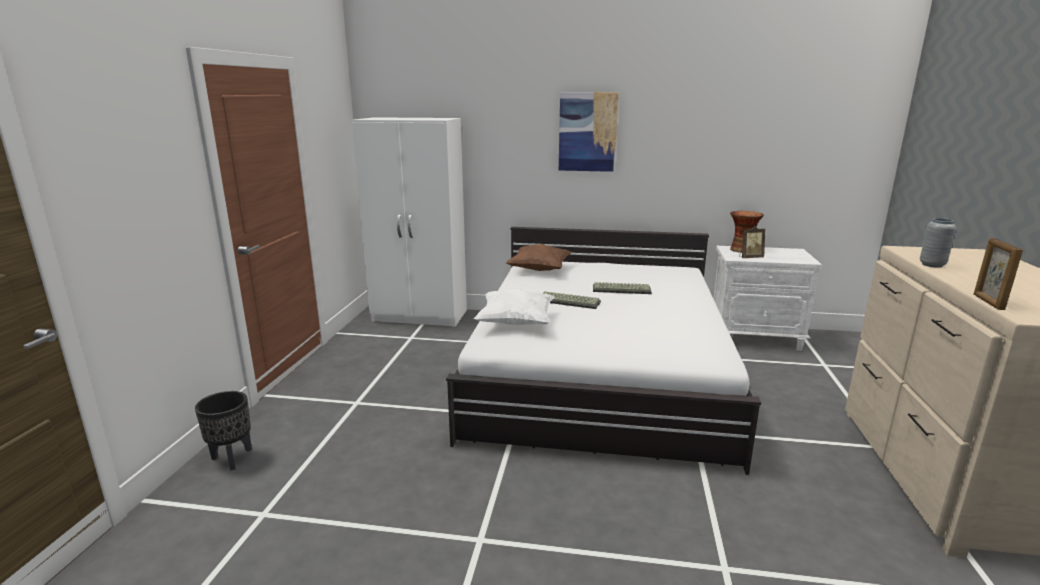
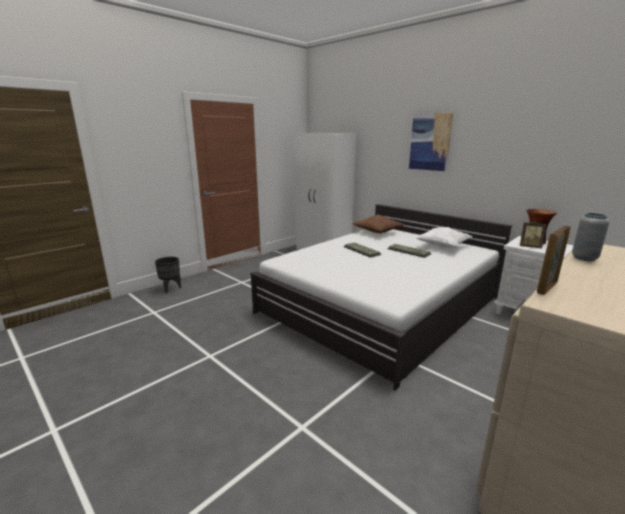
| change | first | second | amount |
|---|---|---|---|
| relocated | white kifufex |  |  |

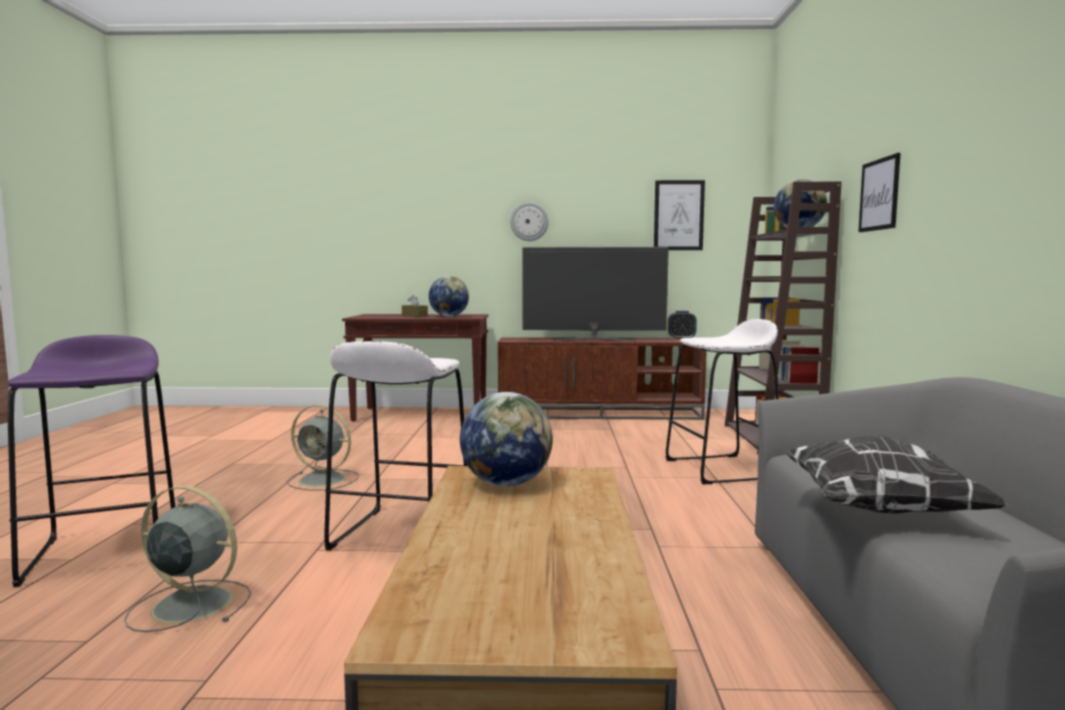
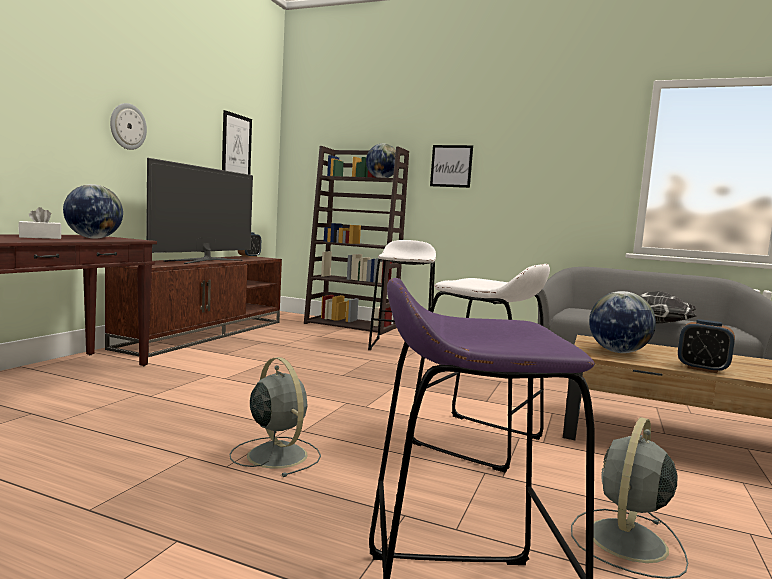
| change | first | second | amount |
|---|---|---|---|
| colour | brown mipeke | white mipeke |  |
| spun | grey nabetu (no. 2 from left in the first image) | grey nabetu (no. 1 from left) | 75 degrees counterclockwise |
| appeared |  | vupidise (no. 2 from left) |  |

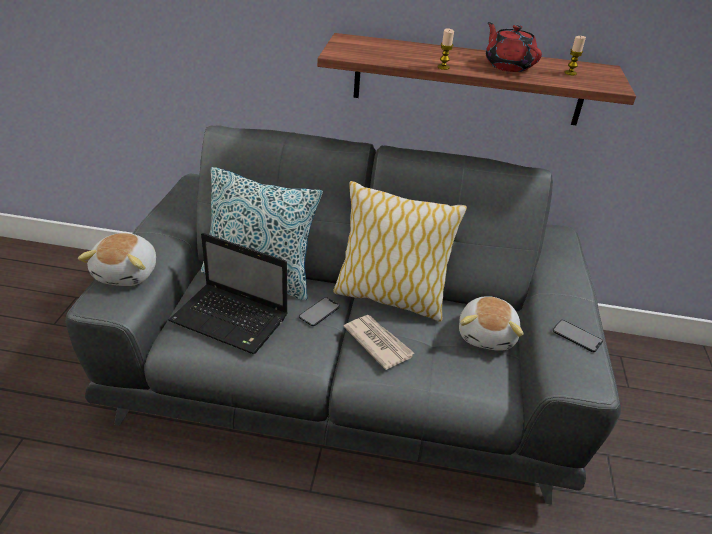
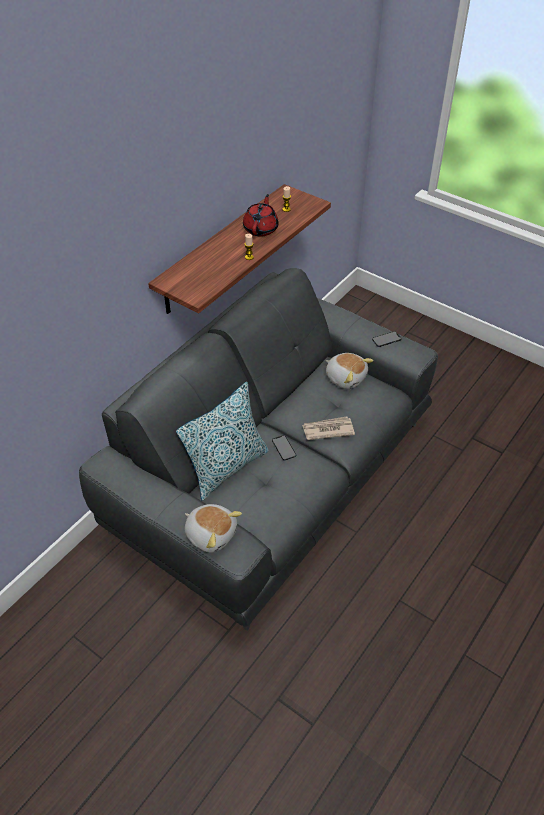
| change | first | second | amount |
|---|---|---|---|
| spun | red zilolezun |  | 105 degrees clockwise |
| missing | kifufex (no. 2 from left) |  |  |
| missing | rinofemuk |  |  |

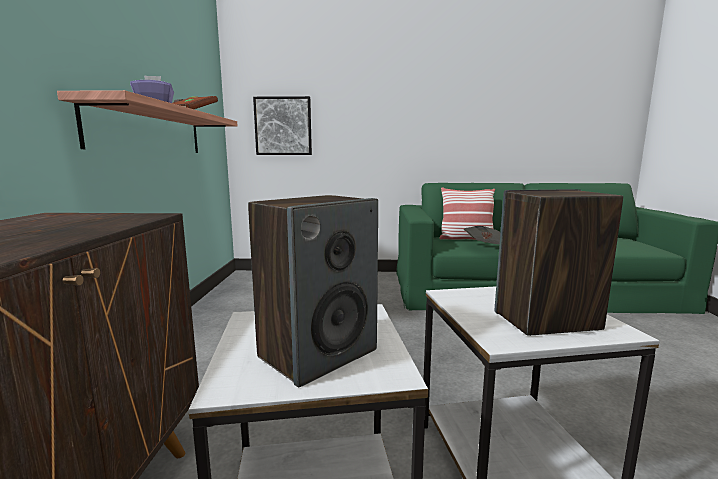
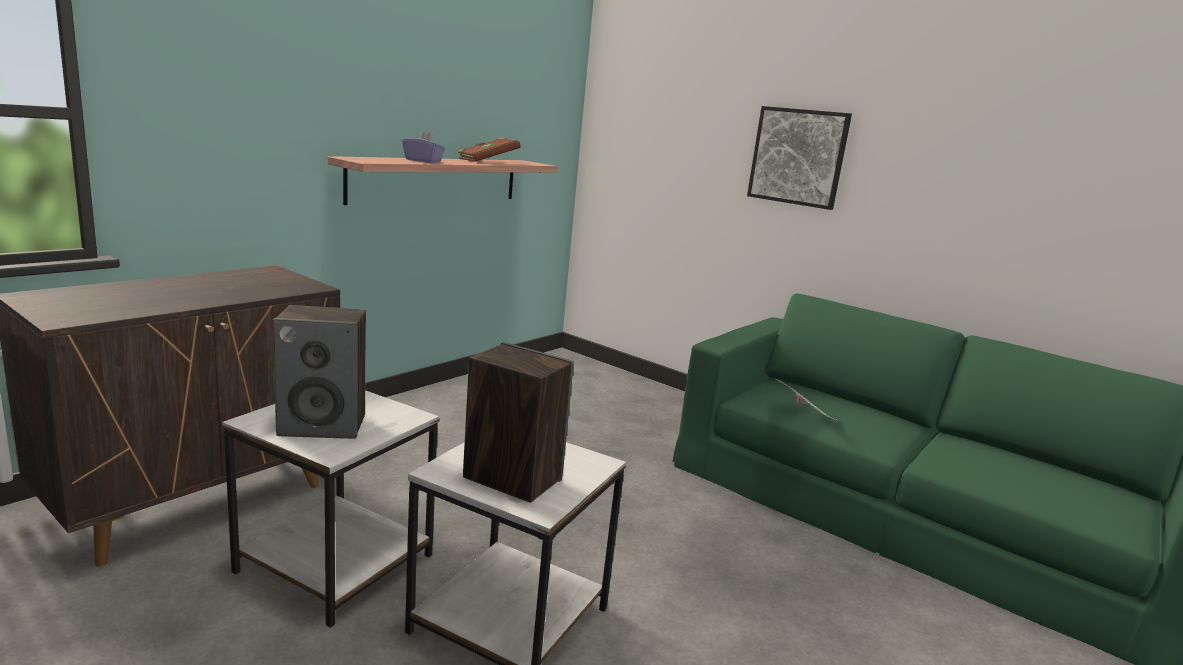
| change | first | second | amount |
|---|---|---|---|
| relocated | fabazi |  |  |
| missing | kifufex |  |  |

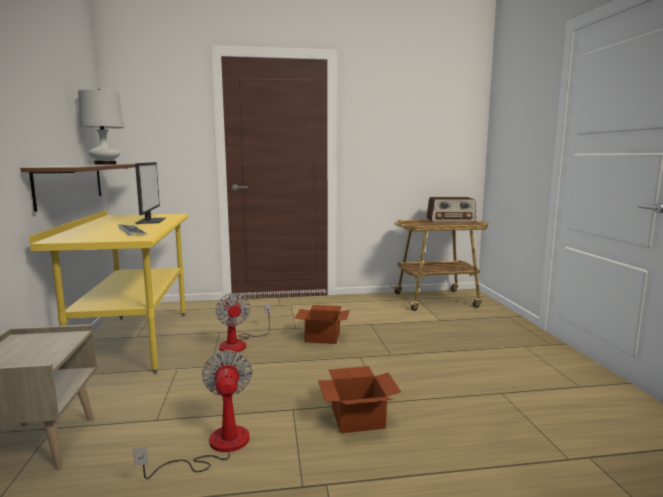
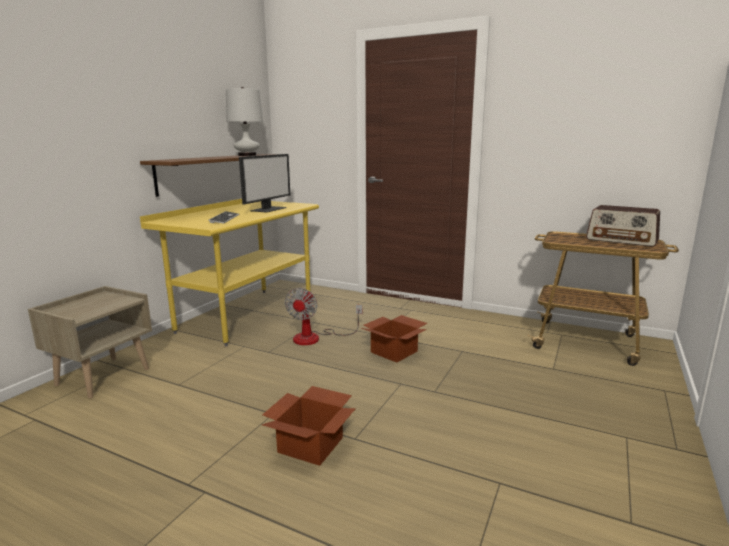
| change | first | second | amount |
|---|---|---|---|
| missing | nabetu (no. 1 from left) |  |  |

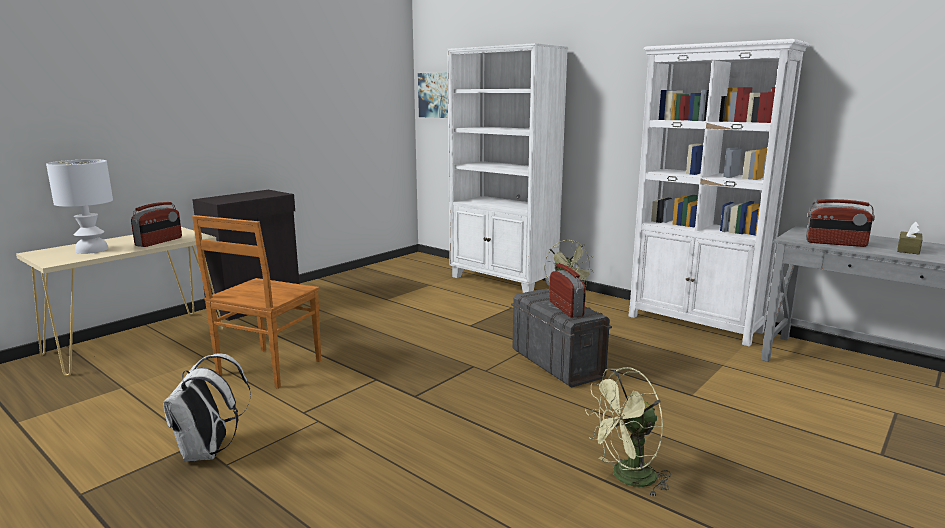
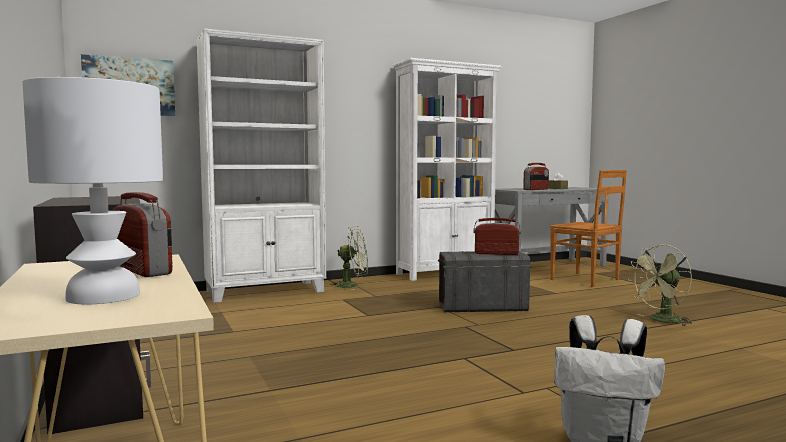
| change | first | second | amount |
|---|---|---|---|
| relocated | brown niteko |  |  |
| spun | green nabetu (no. 2 from left) |  | 60 degrees clockwise |

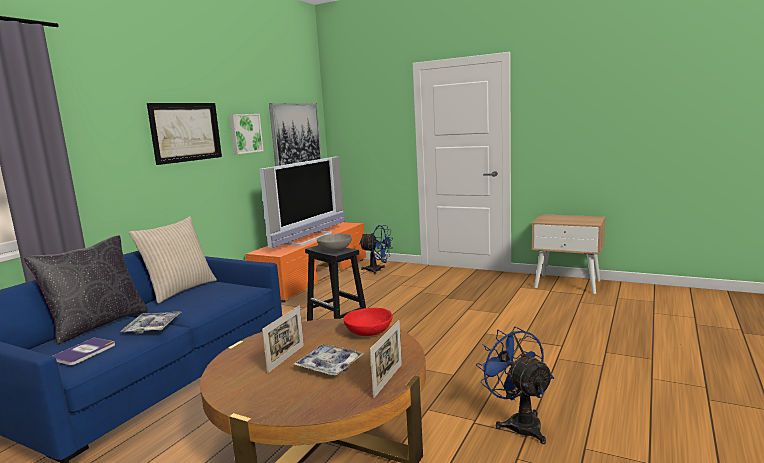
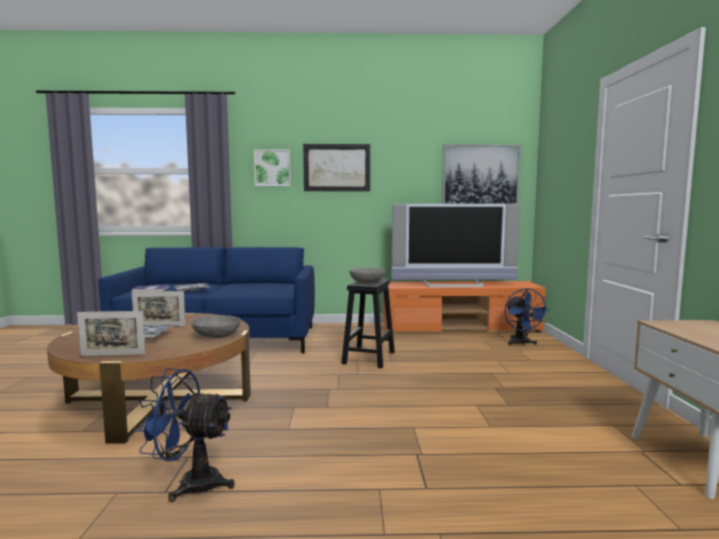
| change | first | second | amount |
|---|---|---|---|
| relocated | fabazi (no. 2 from left in the first image) | fabazi (no. 1 from left) |  |
| missing | beige kifufex |  |  |
| missing | black kifufex |  |  |
| colour | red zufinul | grey zufinul (no. 1 from left) |  |
| spun | blue nabetu (no. 2 from left in the first image) | blue nabetu (no. 1 from left) | 120 degrees counterclockwise |

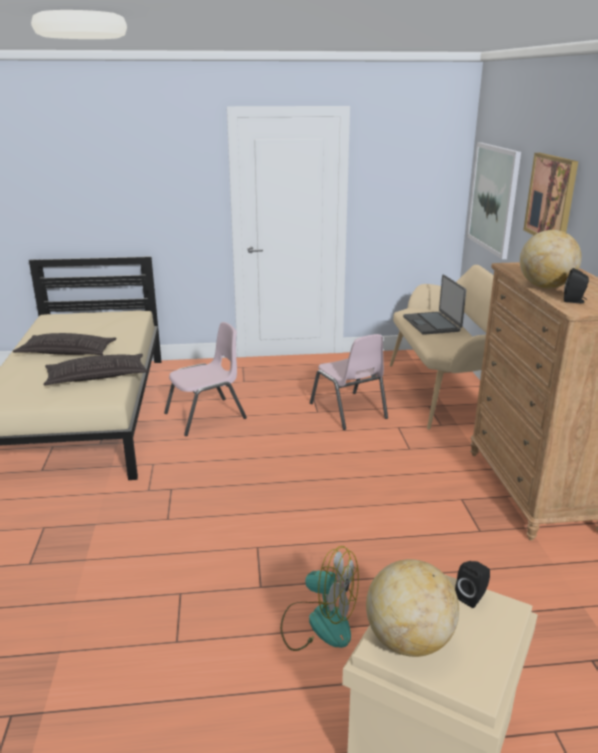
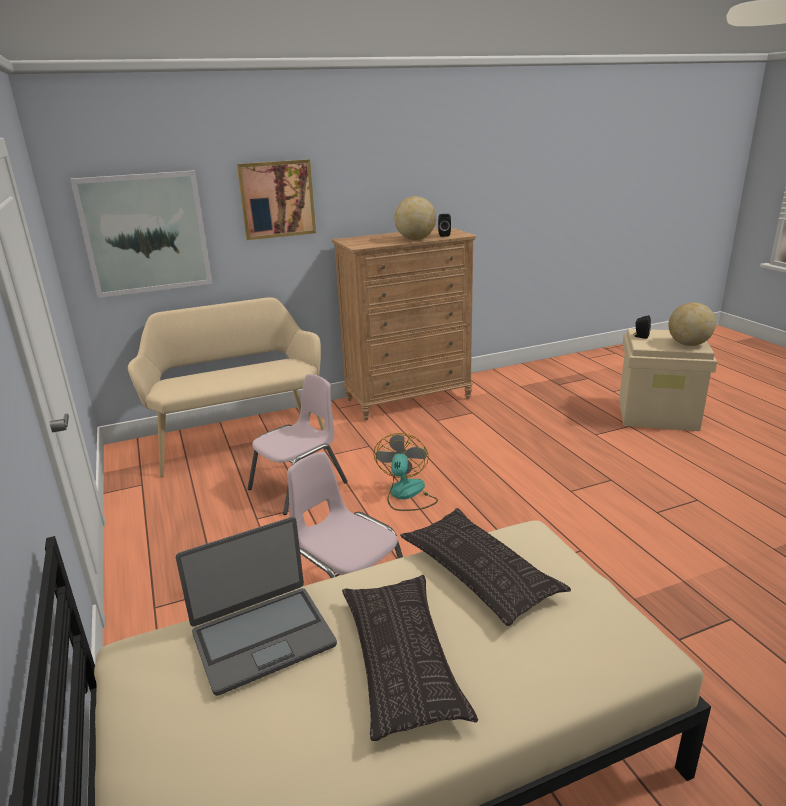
| change | first | second | amount |
|---|---|---|---|
| relocated | rinofemuk |  |  |
| relocated | nabetu |  |  |

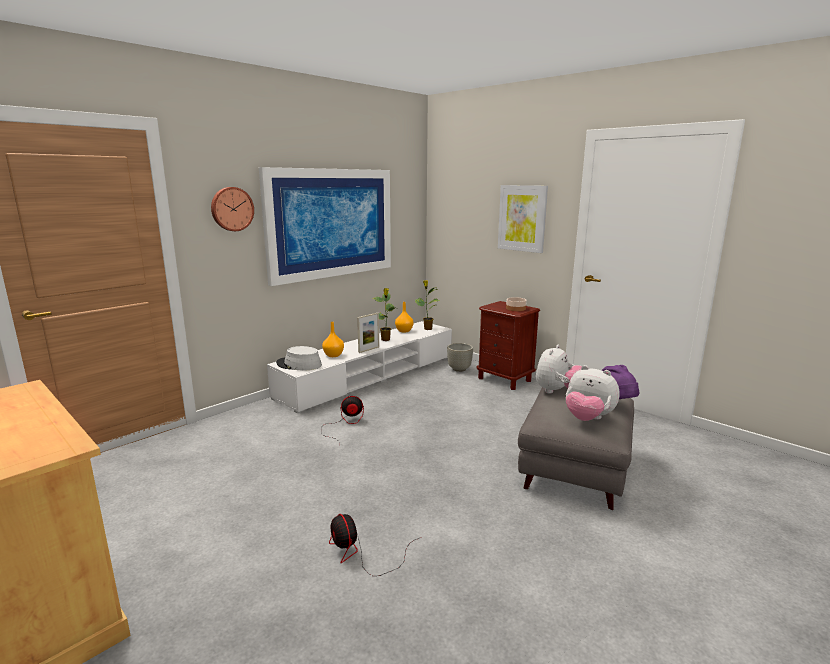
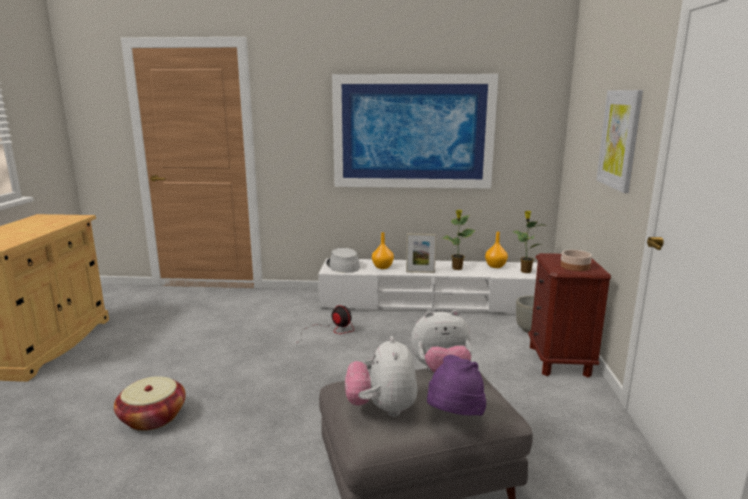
| change | first | second | amount |
|---|---|---|---|
| missing | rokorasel |  |  |
| exchanged | nabetu (no. 2 from left) | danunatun |  |

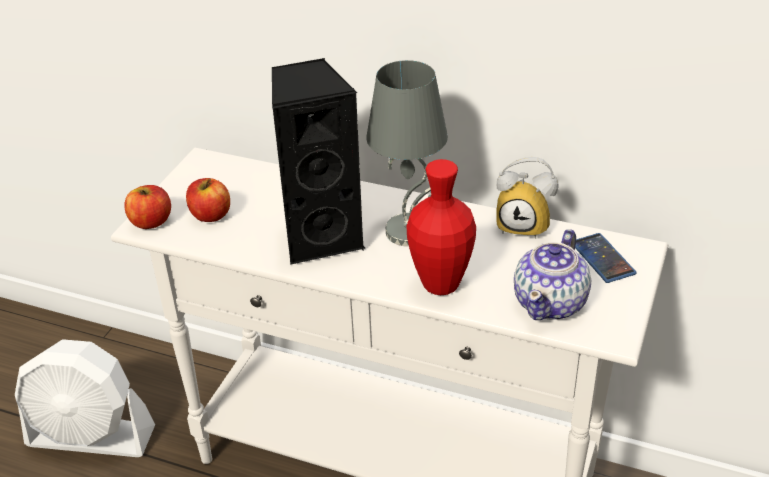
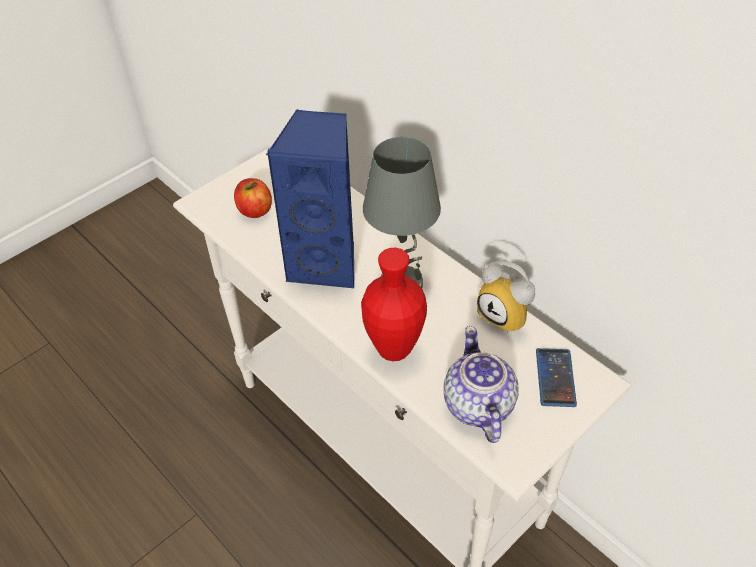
| change | first | second | amount |
|---|---|---|---|
| colour | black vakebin | blue vakebin |  |
| missing | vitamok (no. 1 from left) |  |  |
| spun | zilolezun |  | 120 degrees clockwise |
| missing | white nabetu |  |  |

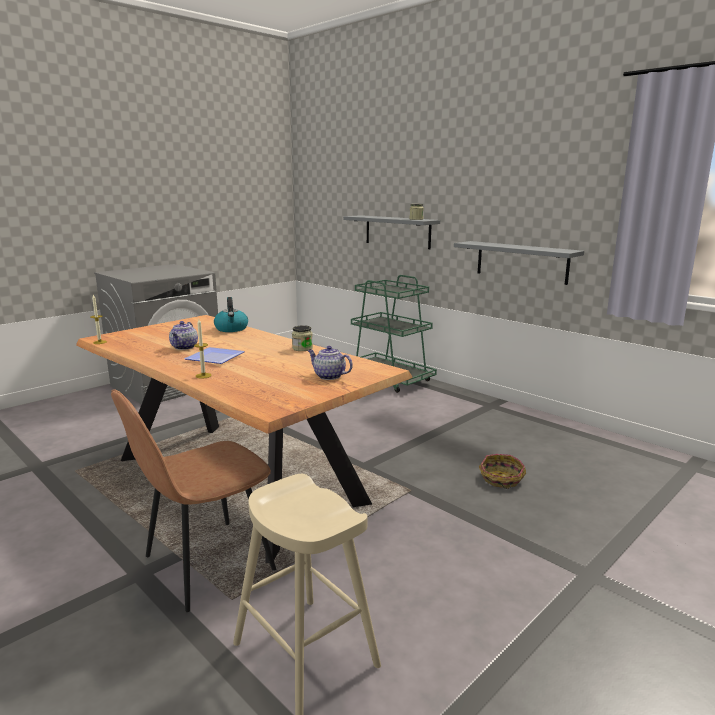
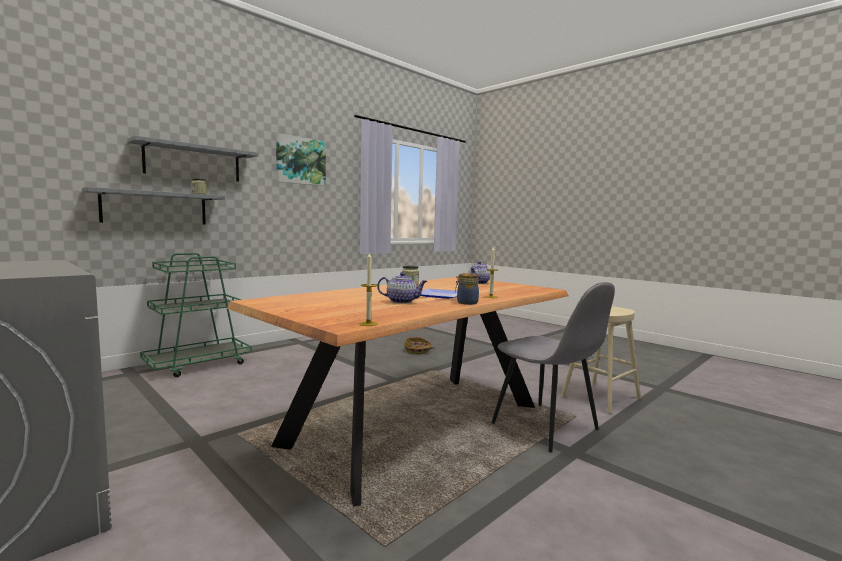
| change | first | second | amount |
|---|---|---|---|
| relocated | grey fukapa (no. 2 from left) |  |  |
| missing | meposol |  |  |
| colour | brown niteko | grey niteko |  |
| appeared |  | fabazi |  |
| appeared |  | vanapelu (no. 3 from left) |  |

